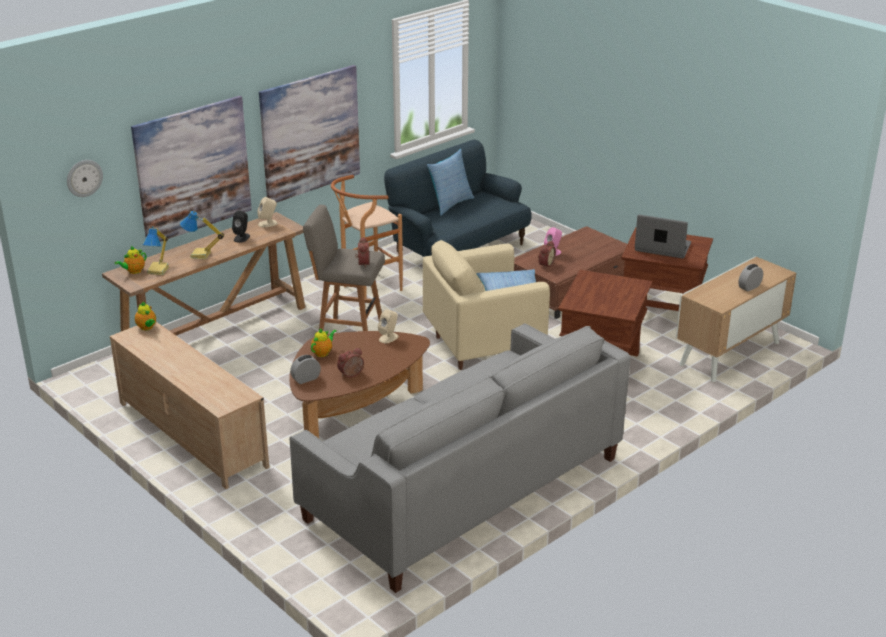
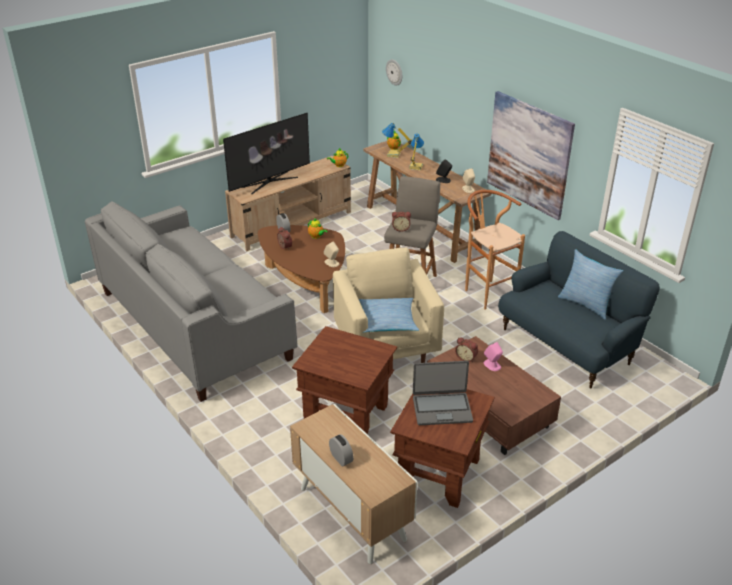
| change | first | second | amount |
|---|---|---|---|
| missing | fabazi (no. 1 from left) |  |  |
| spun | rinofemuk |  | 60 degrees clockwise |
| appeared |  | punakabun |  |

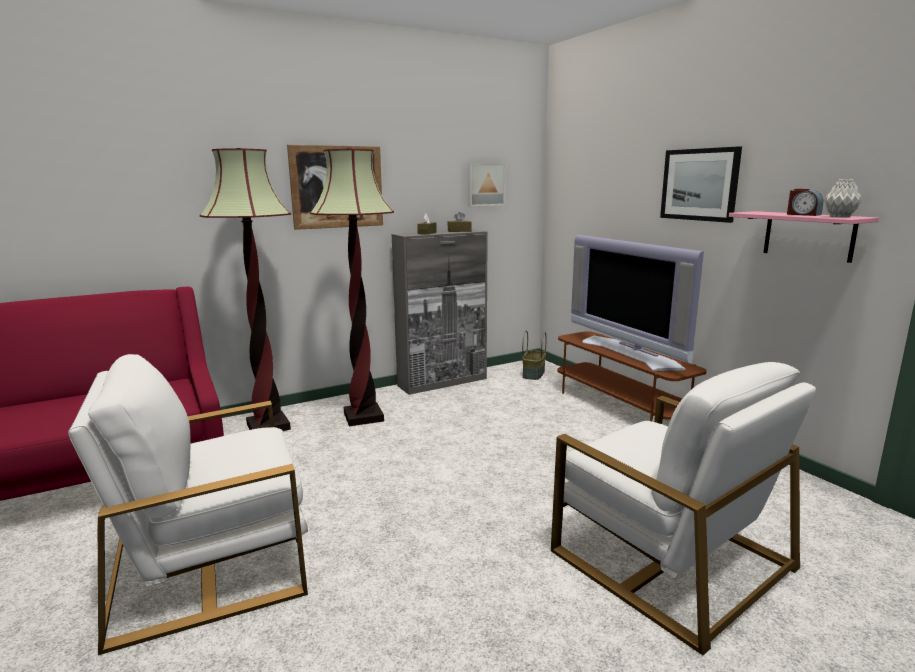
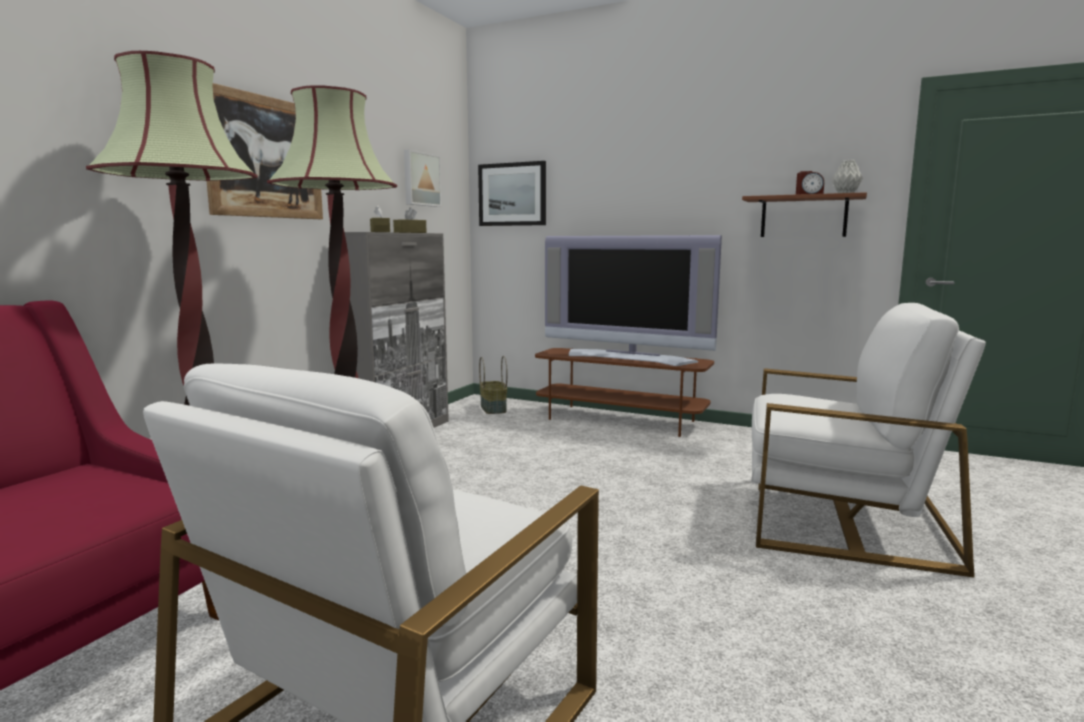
| change | first | second | amount |
|---|---|---|---|
| relocated | fabazi (no. 3 from left) |  |  |
| colour | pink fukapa | brown fukapa |  |

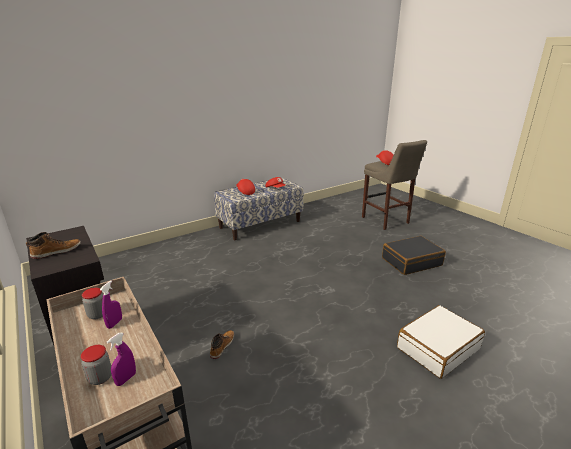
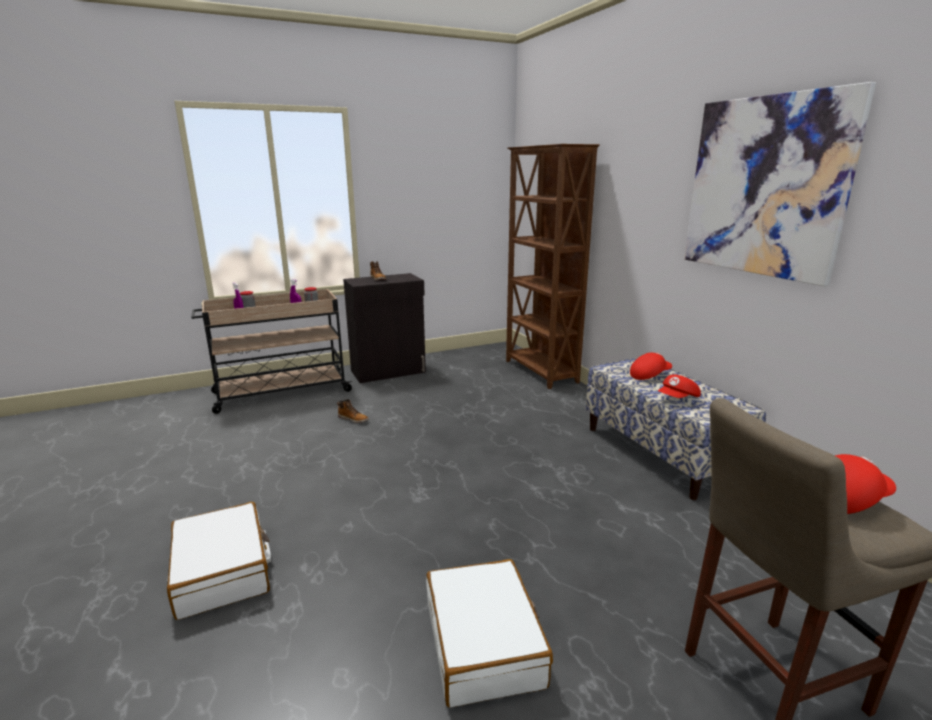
| change | first | second | amount |
|---|---|---|---|
| colour | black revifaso | white revifaso (no. 2 from left) |  |
| appeared |  | fabazi |  |
| appeared |  | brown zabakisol |  |

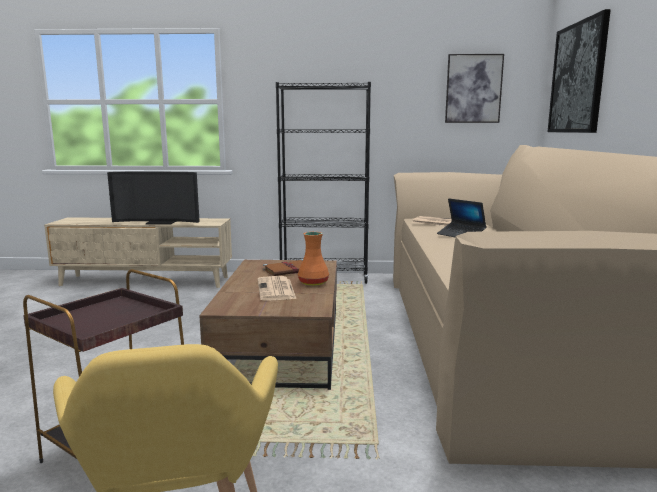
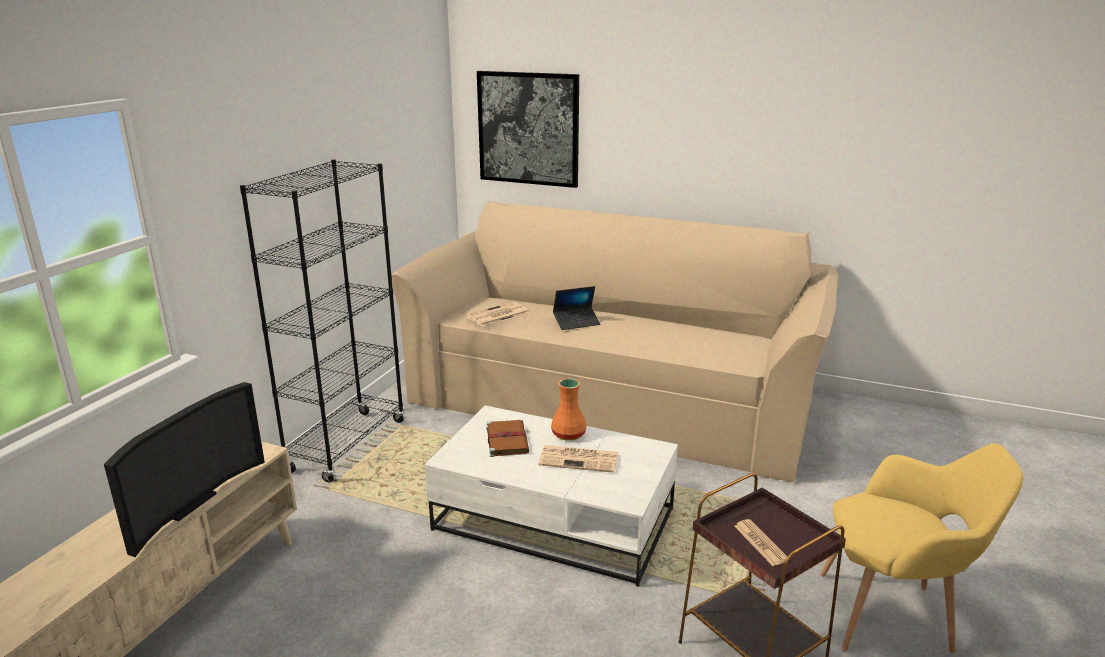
| change | first | second | amount |
|---|---|---|---|
| missing | fabazi (no. 1 from left) |  |  |
| colour | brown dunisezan | white dunisezan |  |
| appeared |  | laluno (no. 3 from left) |  |

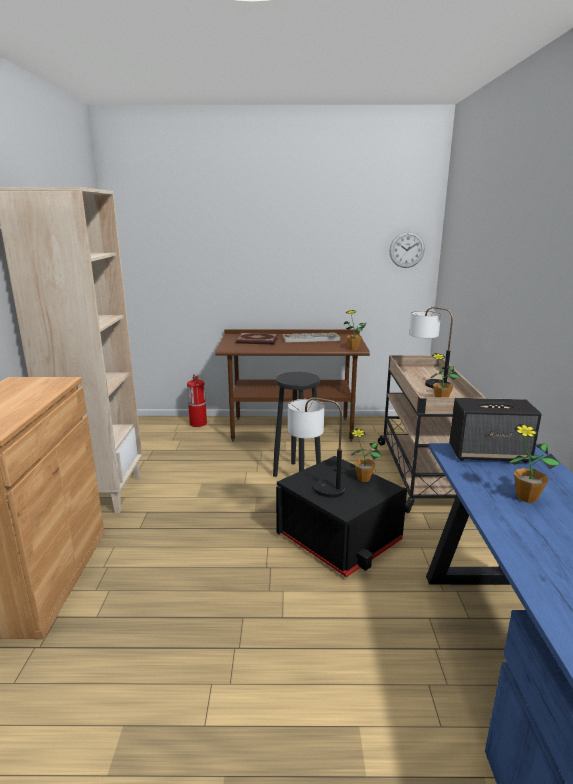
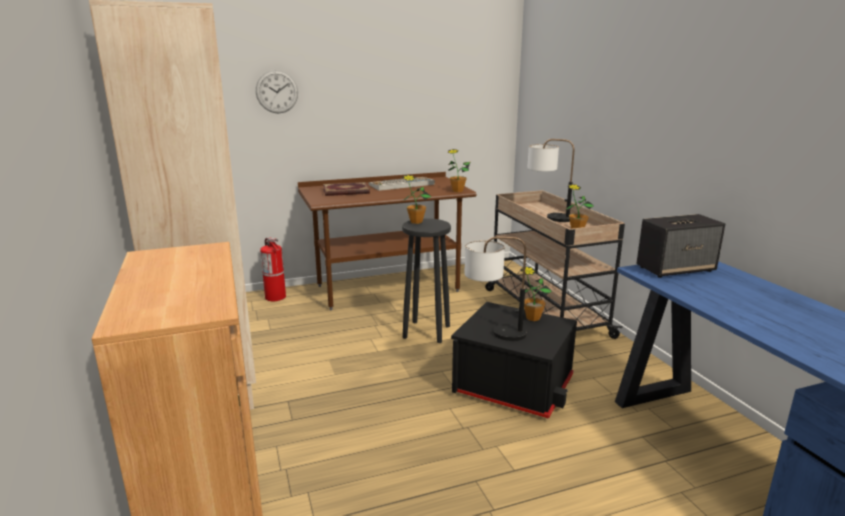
| change | first | second | amount |
|---|---|---|---|
| relocated | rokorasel |  |  |
| relocated | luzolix (no. 4 from left in the first image) | luzolix (no. 1 from left) |  |

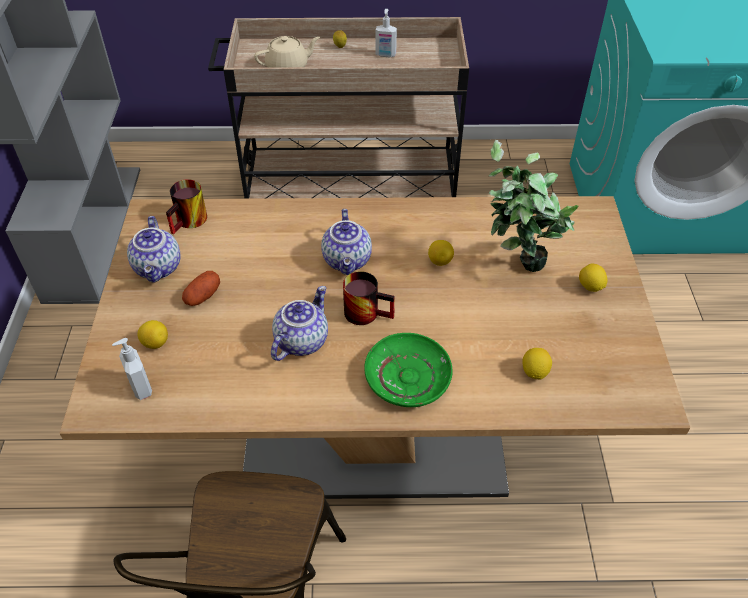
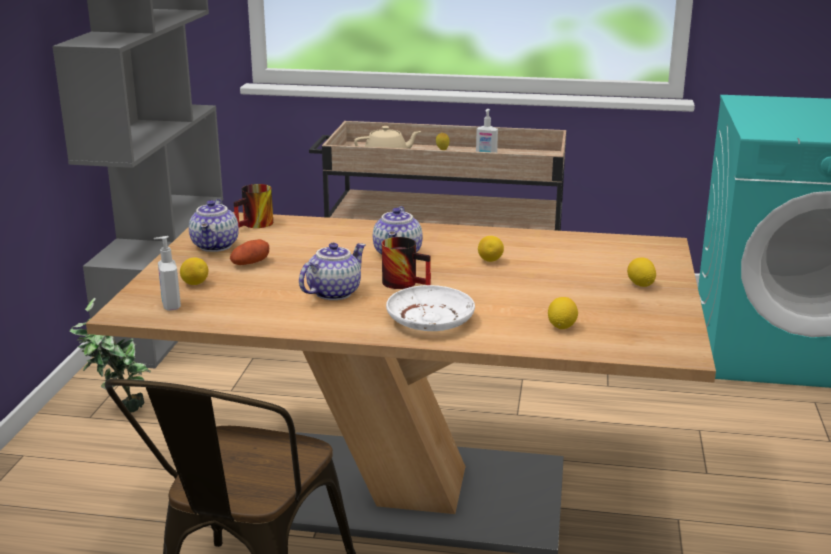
| change | first | second | amount |
|---|---|---|---|
| relocated | luzolix |  |  |
| colour | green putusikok | white putusikok |  |

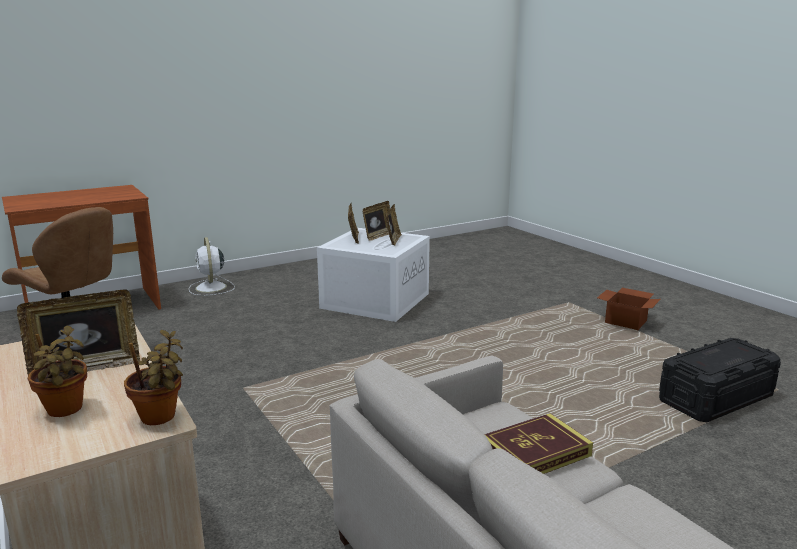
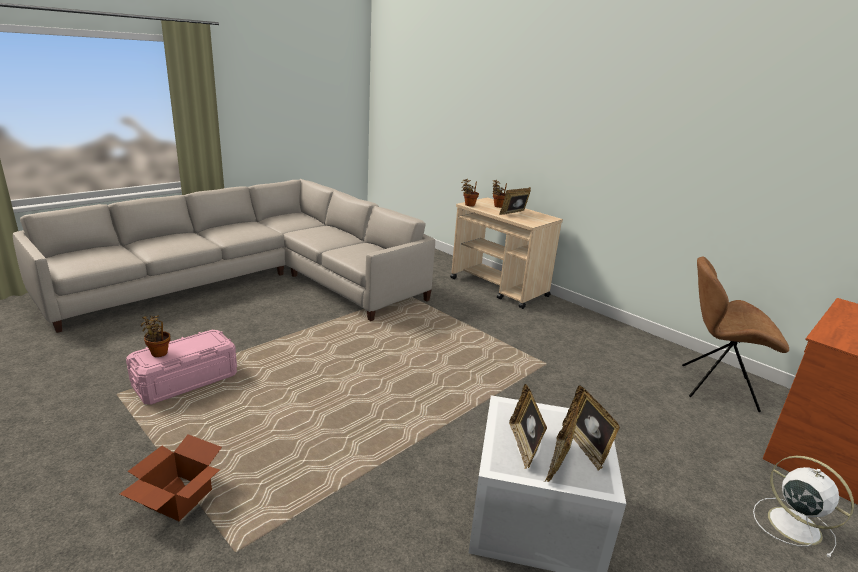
| change | first | second | amount |
|---|---|---|---|
| colour | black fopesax | pink fopesax |  |
| missing | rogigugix |  |  |
| appeared |  | luzolix (no. 1 from left) |  |

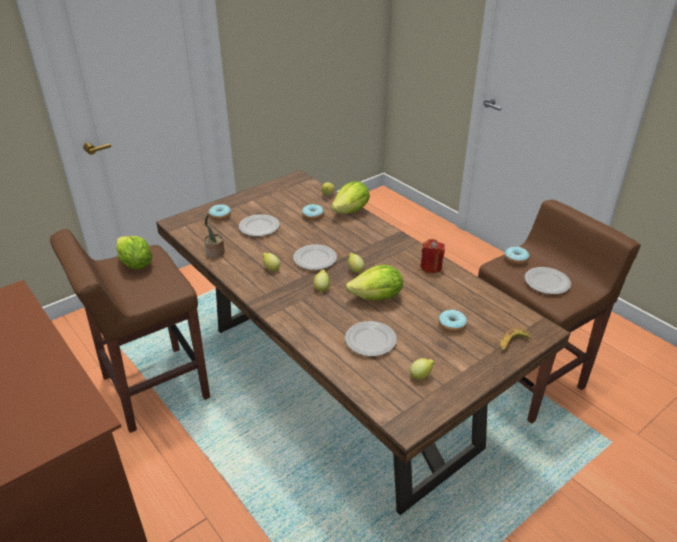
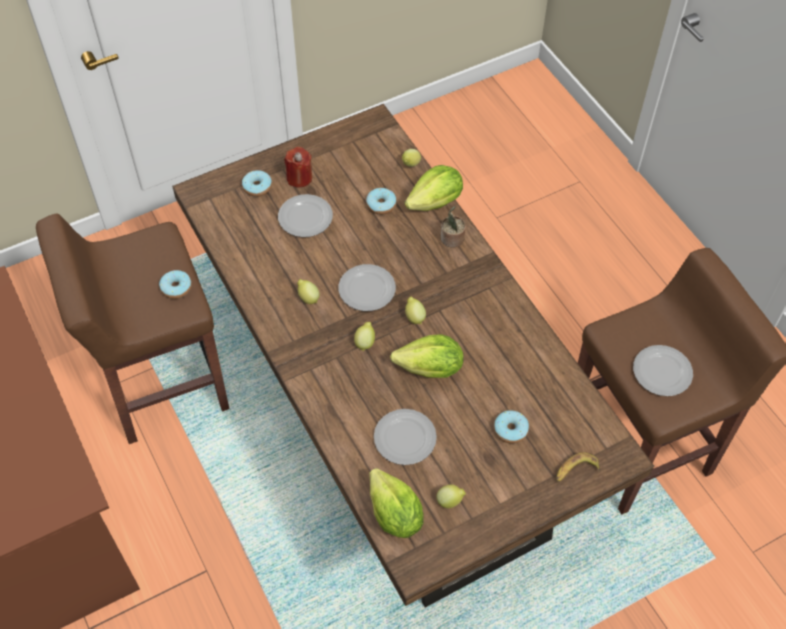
| change | first | second | amount |
|---|---|---|---|
| relocated | luzolix |  |  |
| relocated | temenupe (no. 1 from left) |  |  |
| relocated | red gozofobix |  |  |
| relocated | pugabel (no. 4 from left in the first image) | pugabel (no. 1 from left) |  |

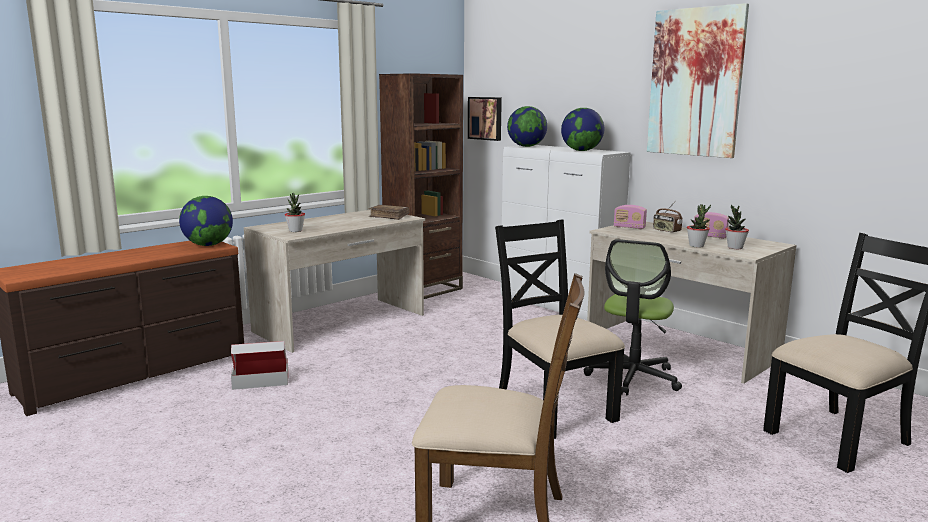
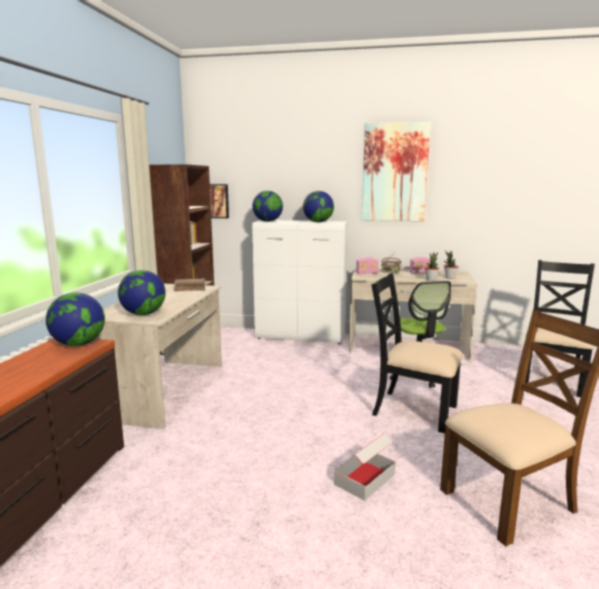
| change | first | second | amount |
|---|---|---|---|
| exchanged | luzolix (no. 1 from left) | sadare (no. 2 from left) |  |
| relocated | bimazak |  |  |

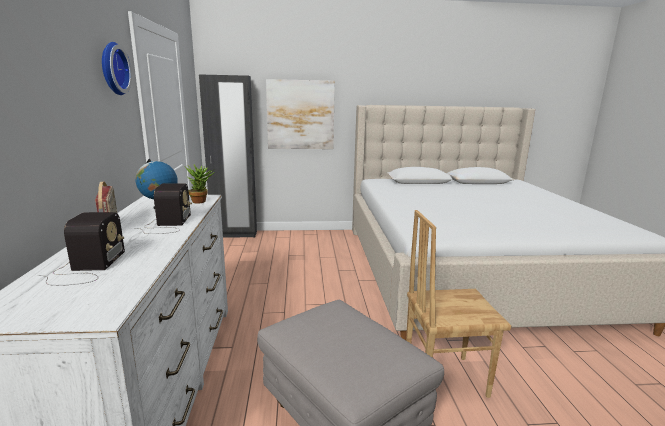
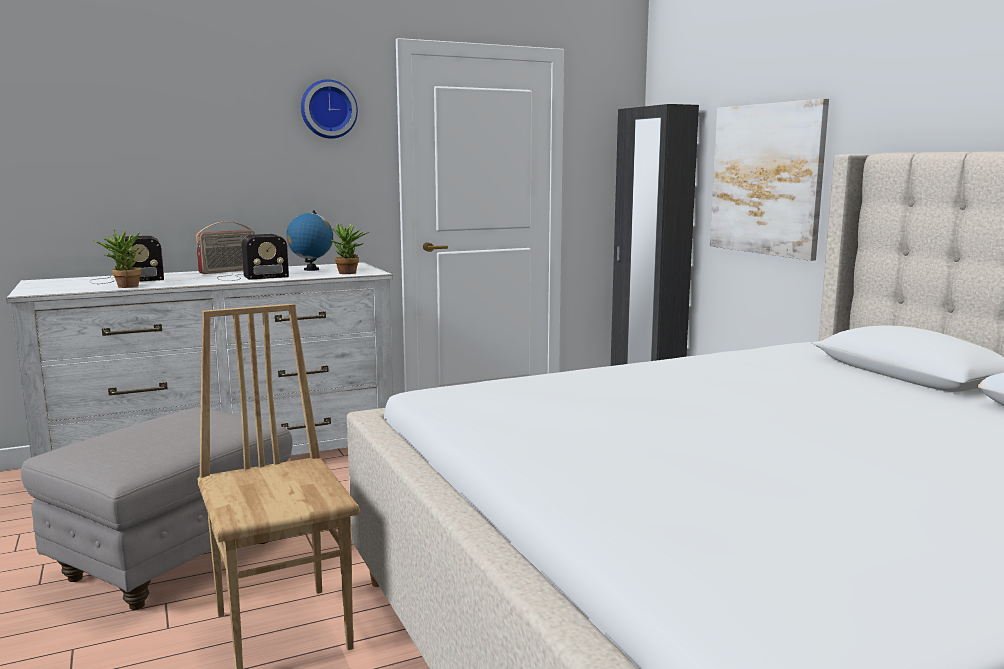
| change | first | second | amount |
|---|---|---|---|
| appeared |  | luzolix (no. 1 from left) |  |

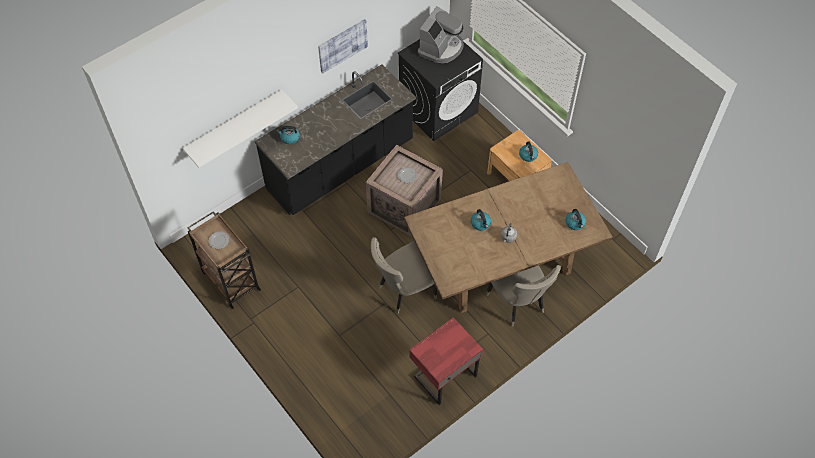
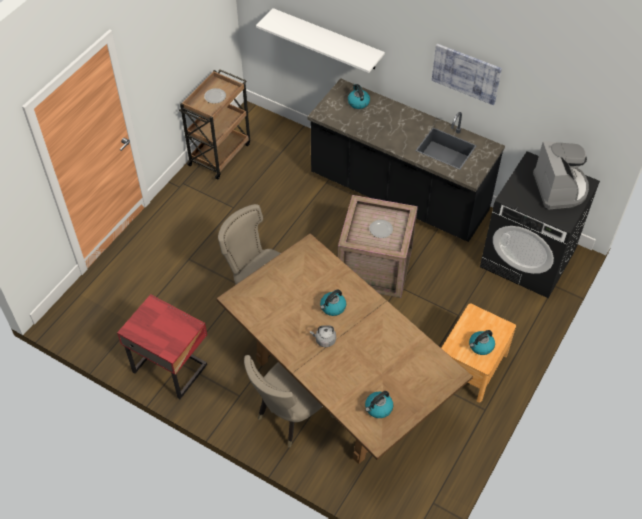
| change | first | second | amount |
|---|---|---|---|
| spun | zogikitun |  | 105 degrees counterclockwise |

